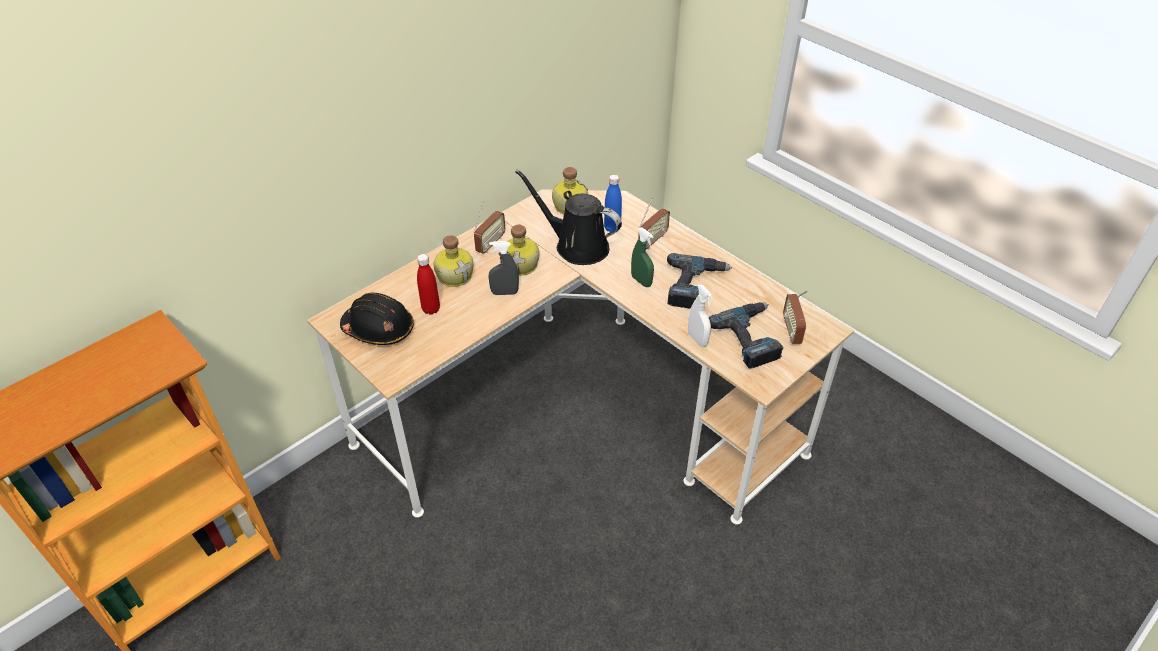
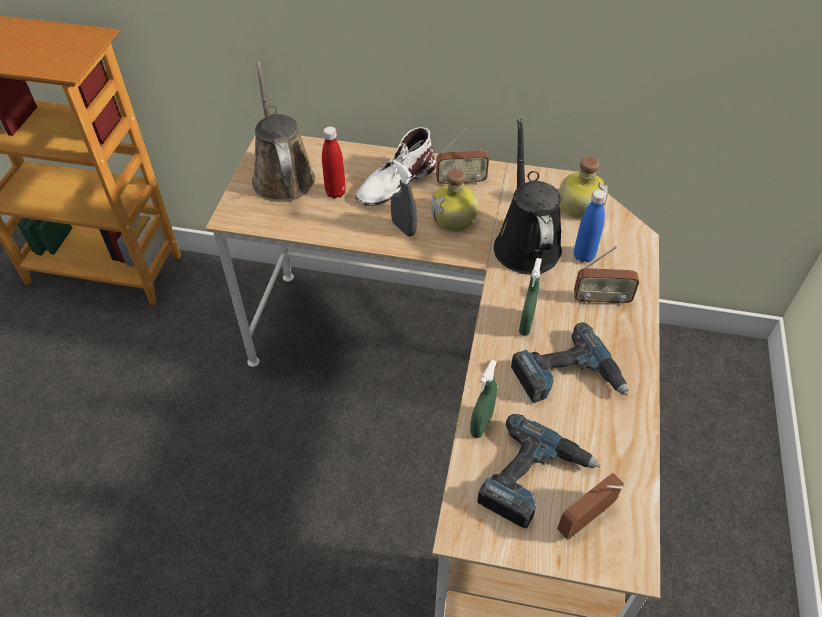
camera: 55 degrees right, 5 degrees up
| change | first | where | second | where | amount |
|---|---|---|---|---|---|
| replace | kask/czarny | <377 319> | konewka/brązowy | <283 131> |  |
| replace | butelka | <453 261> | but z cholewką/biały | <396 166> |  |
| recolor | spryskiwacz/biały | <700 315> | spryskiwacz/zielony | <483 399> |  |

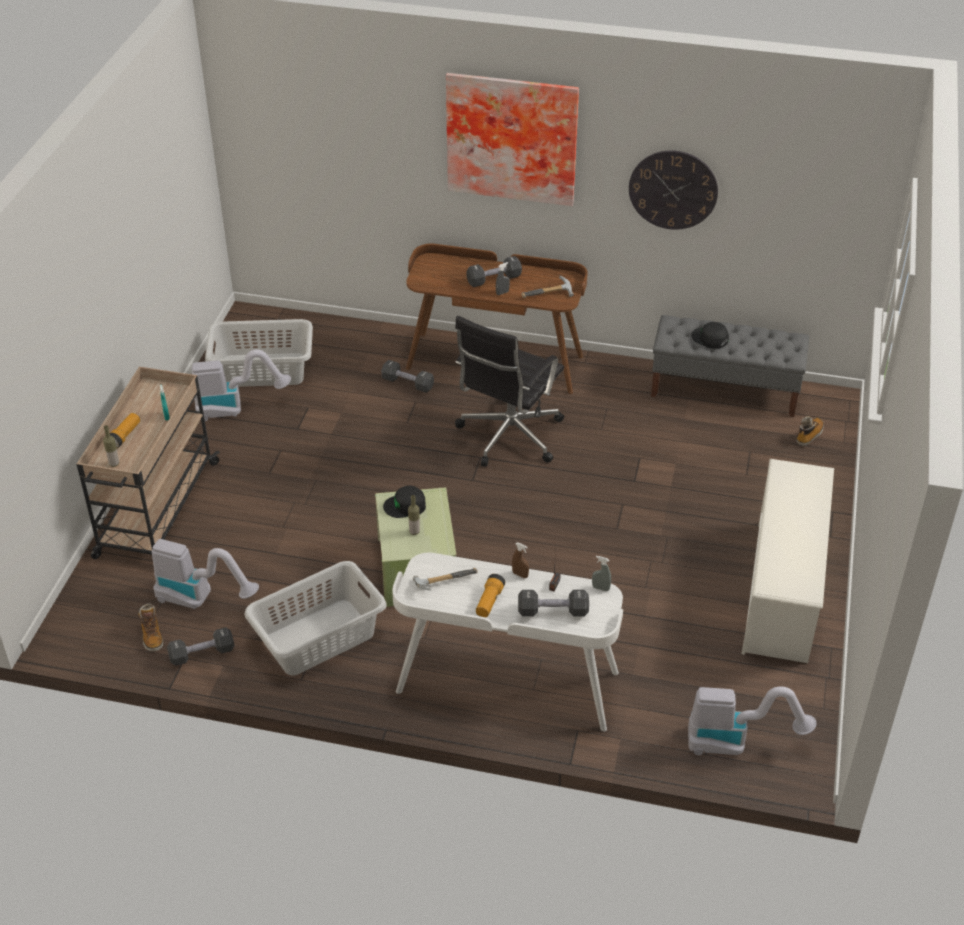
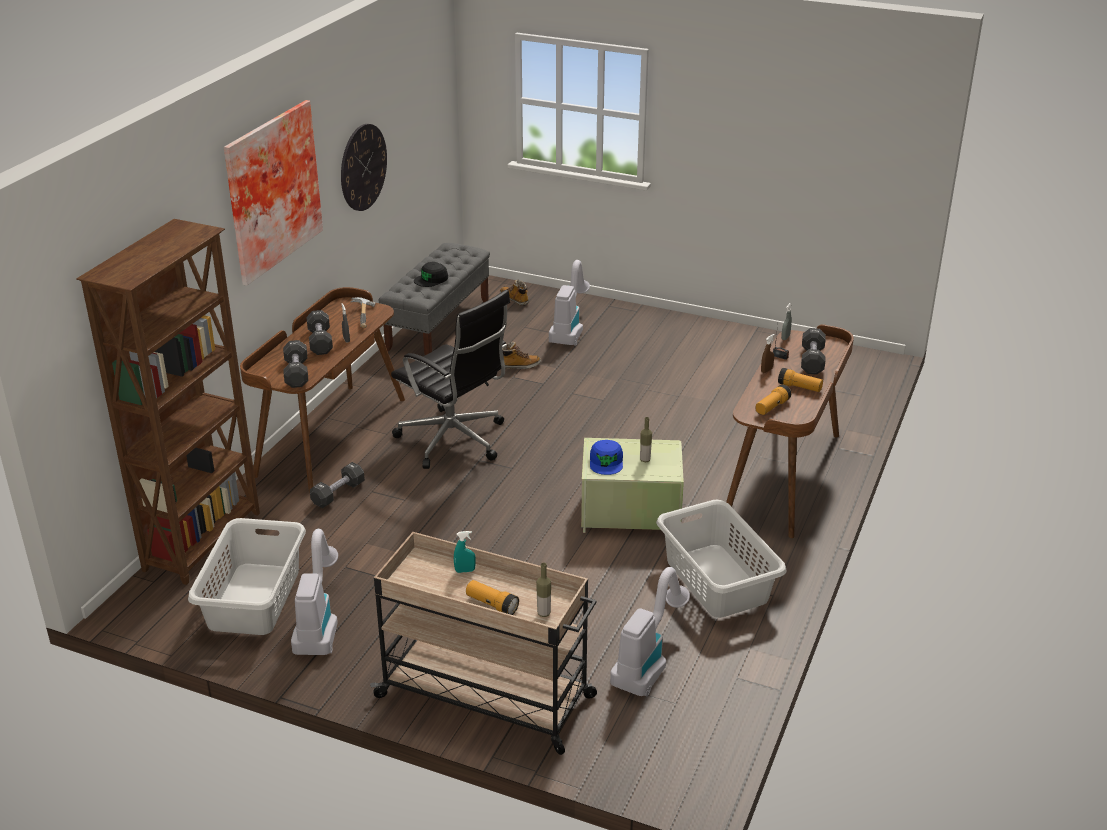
camera: 80 degrees left, 10 degrees down
| change | first | where | second | where | amount |
|---|---|---|---|---|---|
| delete | regał na buty/biały | <788 561> |  |  |  |
| insert |  |  | regał/brązowy | <168 402> |  |
| move | but z cholewką | <150 627> |  | <521 355> |  |
| move | hantel/czarny | <200 646> |  | <295 364> |  |
| move | odkurzacz | <752 721> |  | <569 303> |  |
| replace | młotek | <445 579> | latarka | <773 400> |  |
| recolor | czapka z daszkiem/czarny | <404 502> | czapka z daszkiem/niebieski | <606 457> |  |
| recolor | biurko/biały | <507 642> | biurko/brązowy | <790 431> |  |

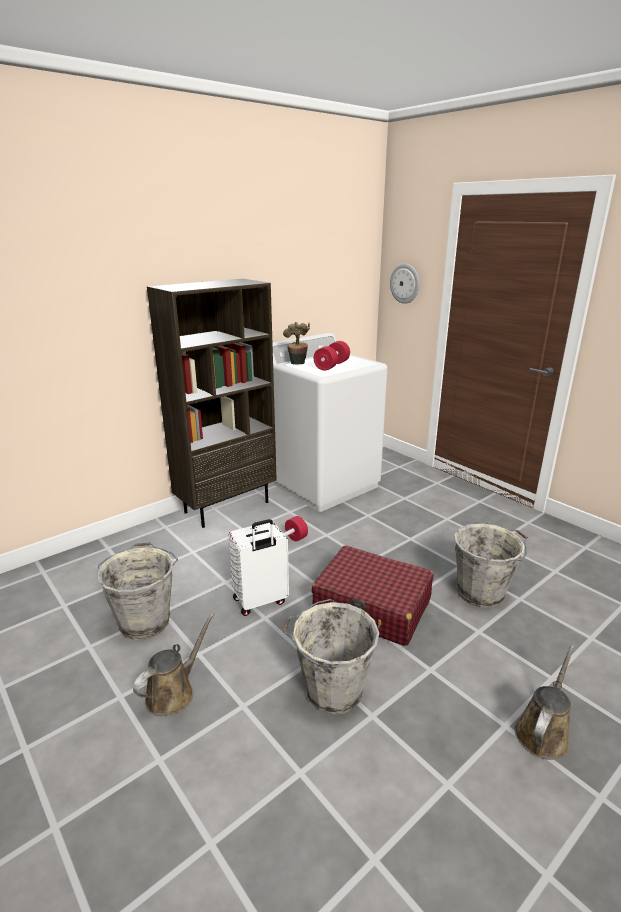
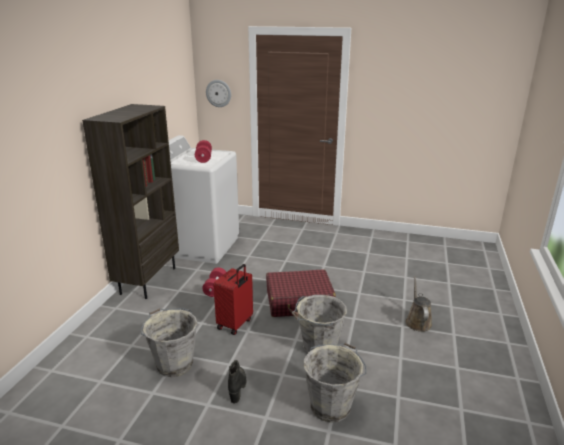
camera: 35 degrees left, 0 degrees up
| change | first | where | second | where | amount |
|---|---|---|---|---|---|
| delete | roślina doniczkowa | <296 343> |  |  |  |
| move | wiadro/szary | <491 565> |  | <335 383> |  |
| replace | konewka/brązowy | <174 664> | but z cholewką/czarny | <237 381> |  |
| recolor | walizka/biały | <259 567> | walizka/czerwony | <233 299> |  |

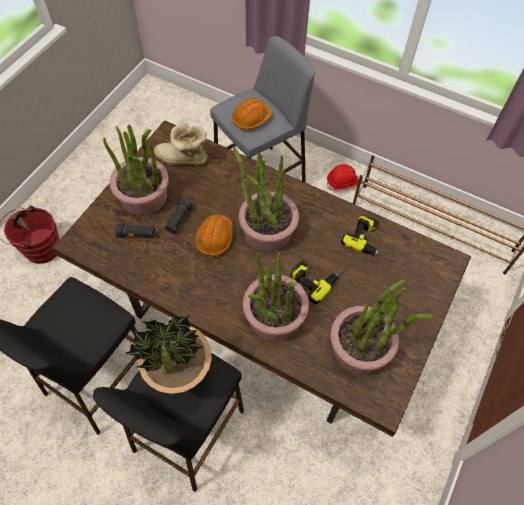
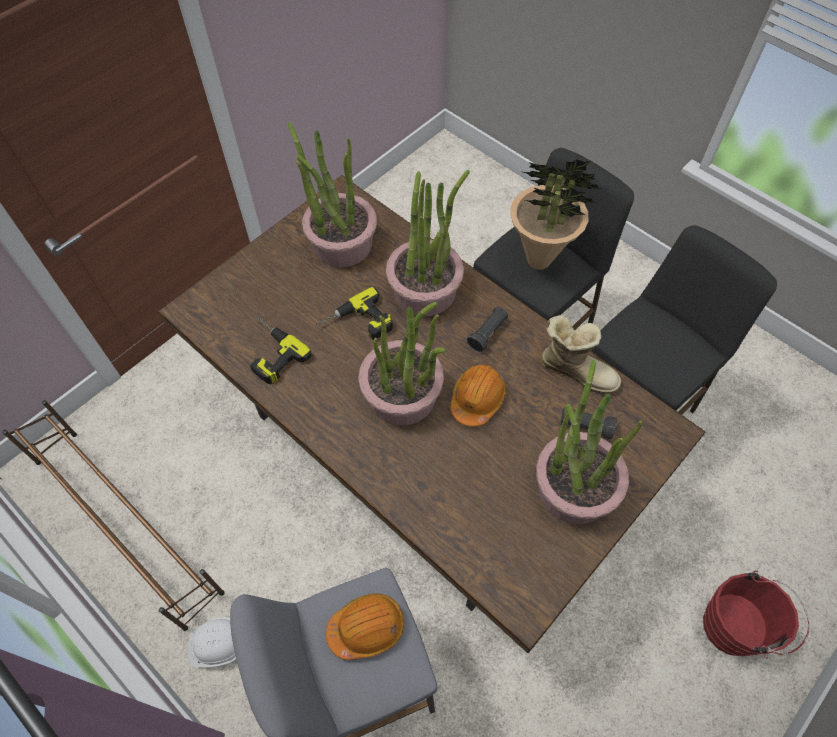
camera: 165 degrees left, 0 degrees up
| change | first | where | second | where | amount |
|---|---|---|---|---|---|
| move | but z cholewką | <180 143> |  | <581 354> |  |
| move | latarka/czarny | <179 215> |  | <487 329> |  |
| recolor | kask/czerwony | <343 177> | kask/biały | <212 642> |  |

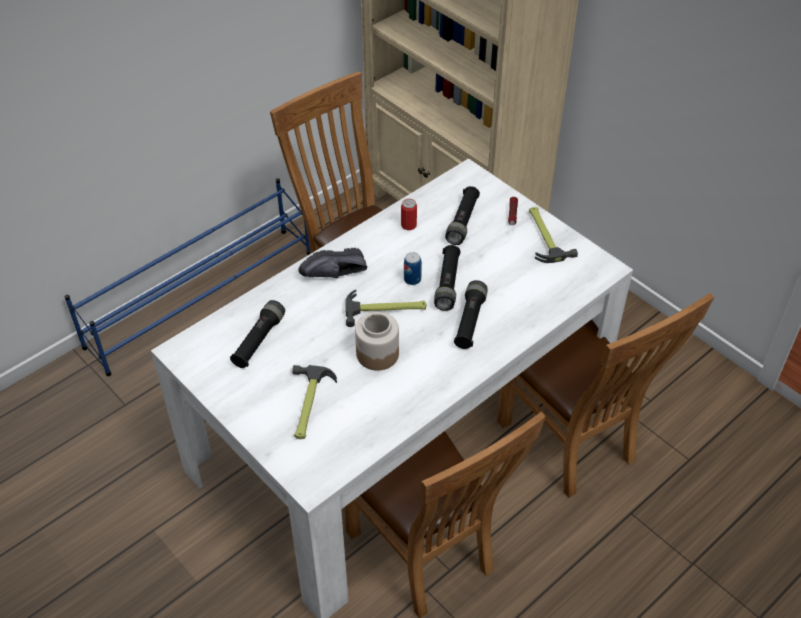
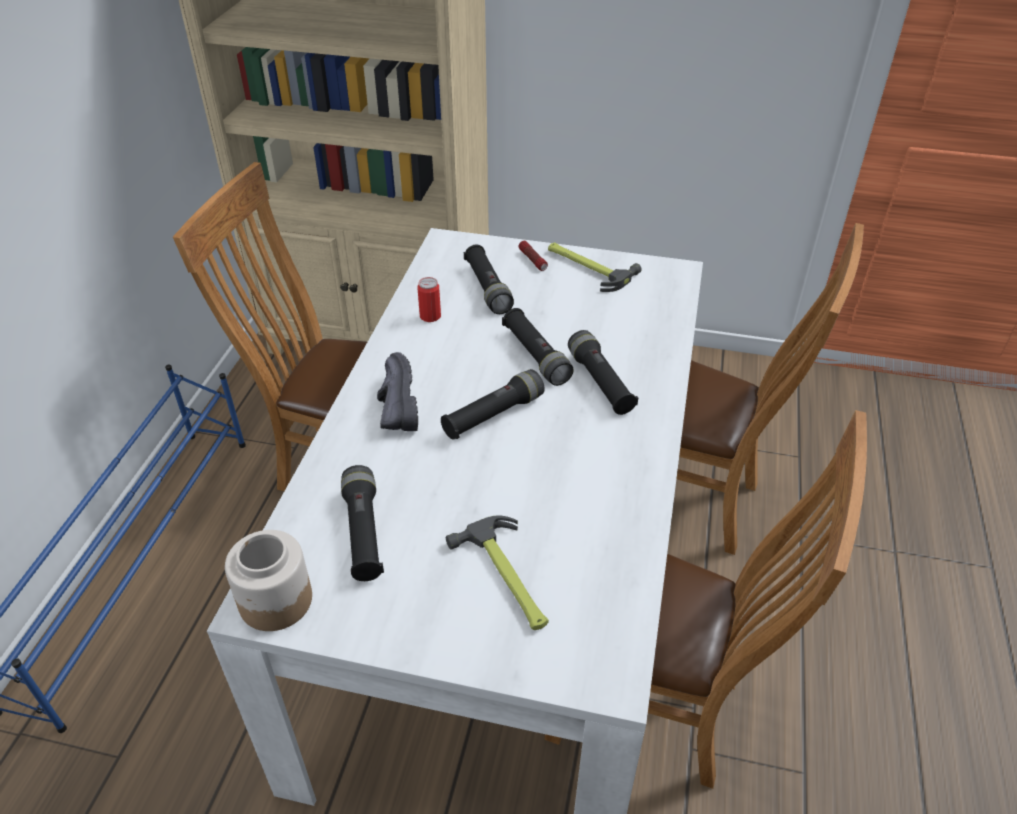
camera: 35 degrees left, 5 degrees down
| change | first | where | second | where | amount |
|---|---|---|---|---|---|
| delete | puszka | <413 268> |  |  |  |
| move | słoik | <377 341> |  | <268 580> |  |
| replace | młotek | <386 308> | latarka/czarny | <493 404> |  |
| rotate | but/czarny | <333 263> |  | <397 391> | 135 degrees clockwise |

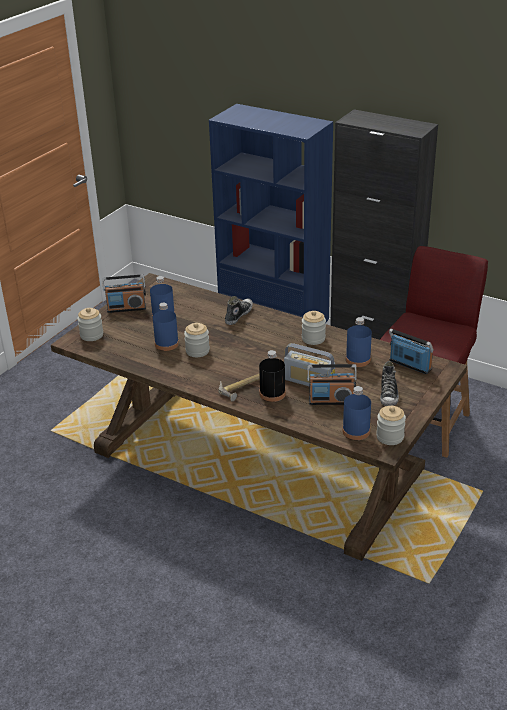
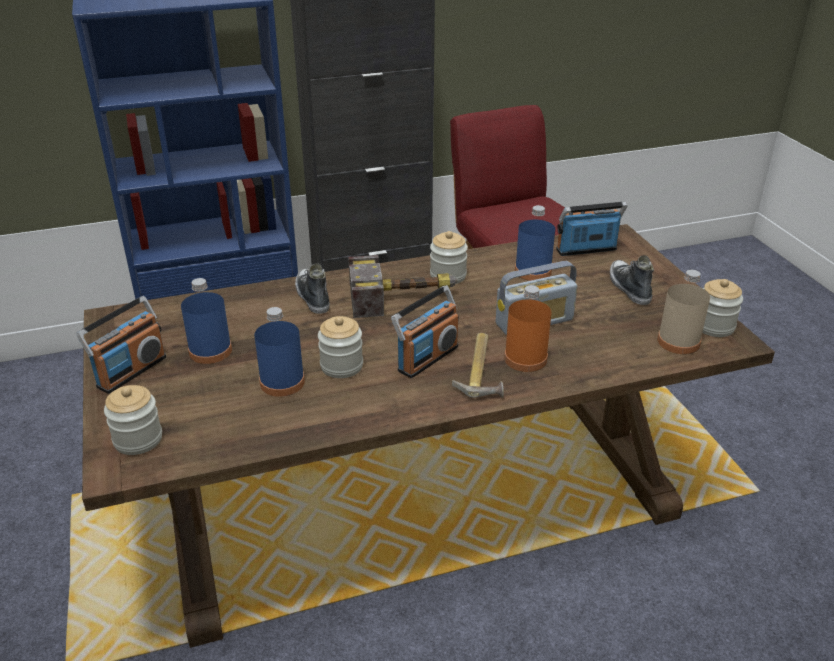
camera: 50 degrees left, 0 degrees up
| change | first | where | second | where | amount |
|---|---|---|---|---|---|
| insert |  |  | młotek | <403 286> |  |
| move | radio | <332 384> |  | <425 331> |  |
| recolor | butelka/czarny | <272 376> | butelka/pomarańczowy | <527 328> |  |
| recolor | butelka/niebieski | <356 413> | butelka/beżowy | <683 312> |  |
| rotate | but | <389 383> |  | <632 280> | 150 degrees counterclockwise |

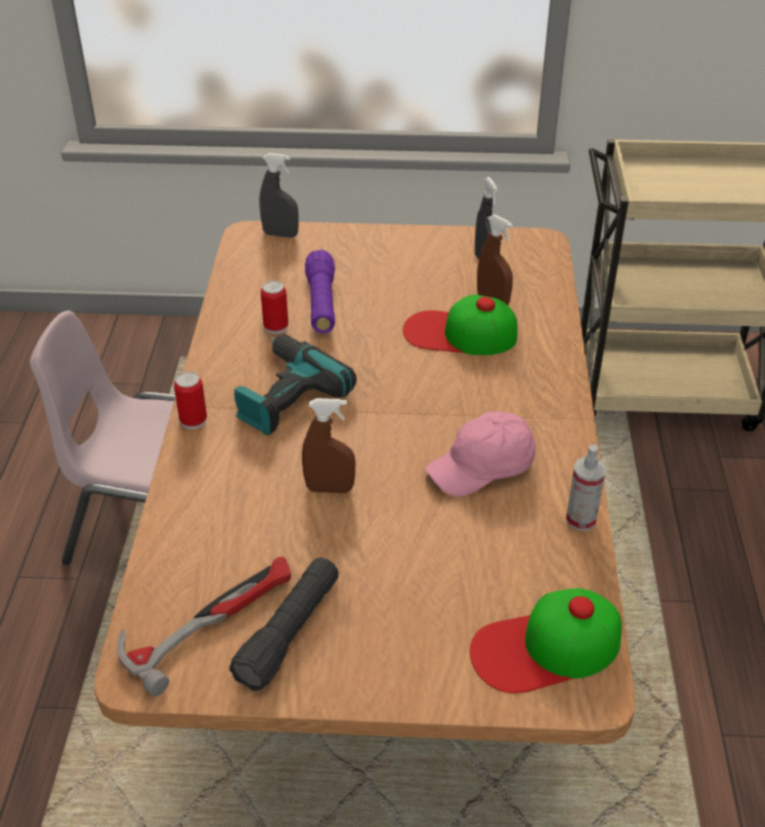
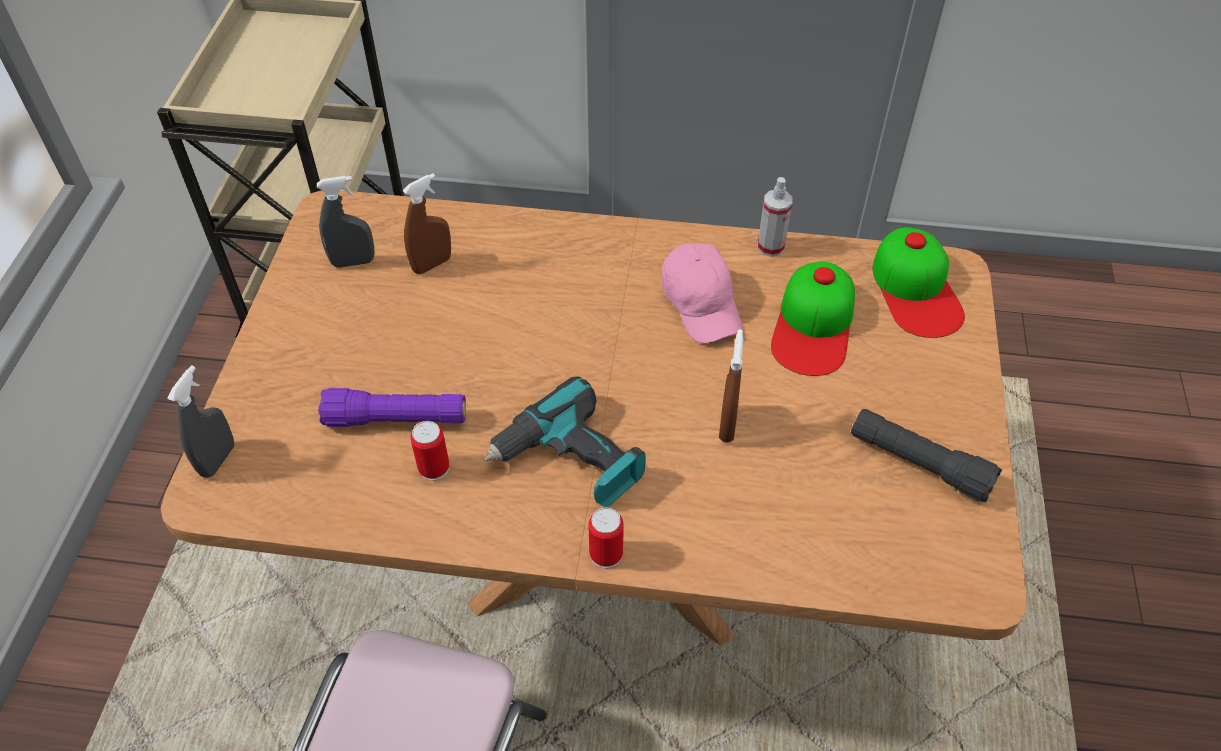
camera: 85 degrees left, 10 degrees up
| change | first | where | second | where | amount |
|---|---|---|---|---|---|
| delete | młotek | <204 626> |  |  |  |
| move | czapka z daszkiem | <460 324> |  | <813 319> |  |

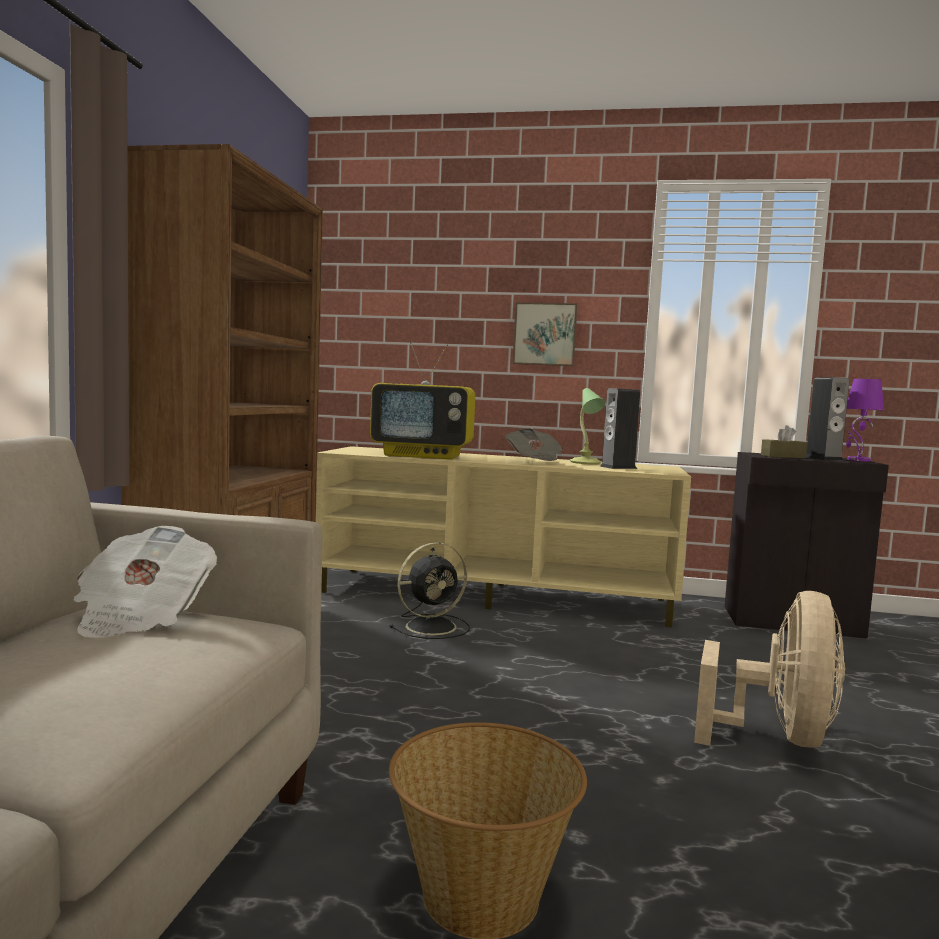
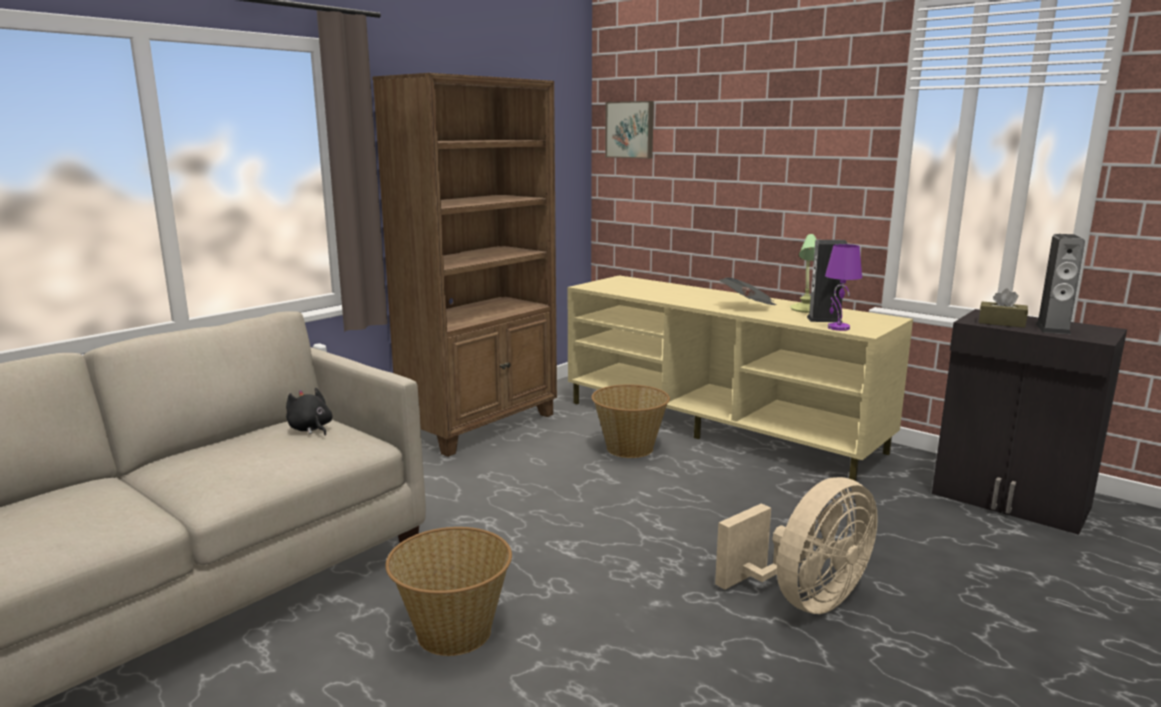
camera: 30 degrees right, 10 degrees up
| change | first | where | second | where | amount |
|---|---|---|---|---|---|
| delete | telewizor | <422 400> |  |  |  |
| move | obraz | <544 334> |  | <629 130> |  |
| move | lampa stołowa/fioletowy | <865 420> |  | <843 287> |  |
| replace | gazeta | <145 582> | pluszak/czarny | <309 412> |  |
| replace | wentylator/czarny | <429 590> | koszyk | <630 421> |  |

